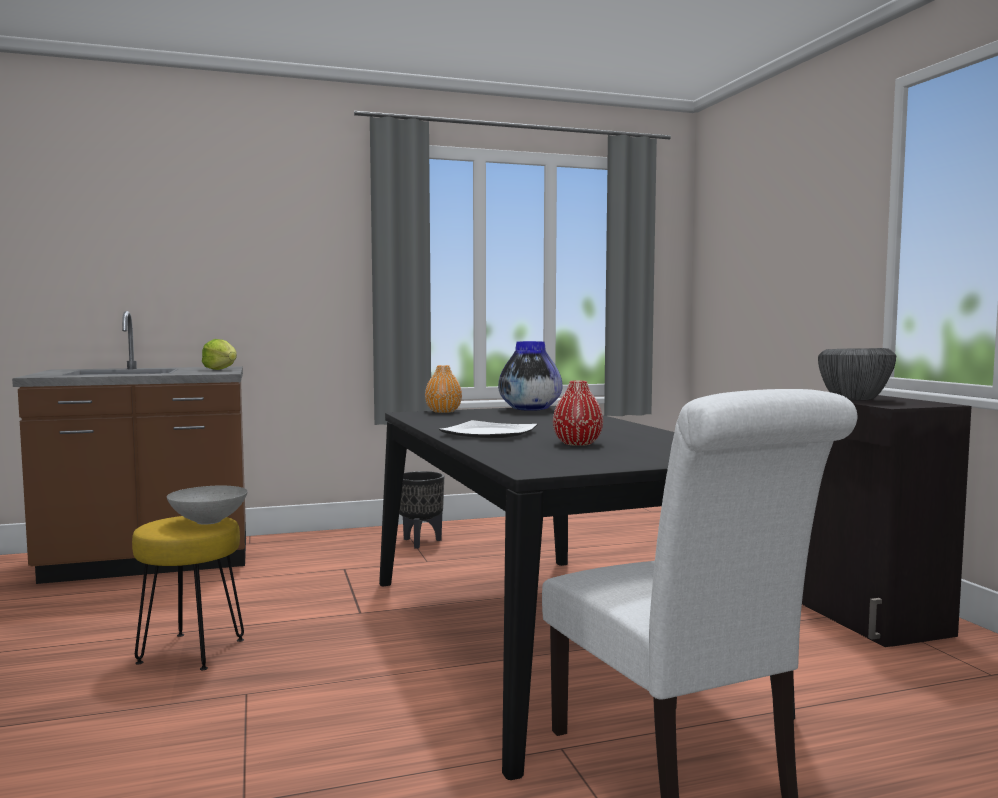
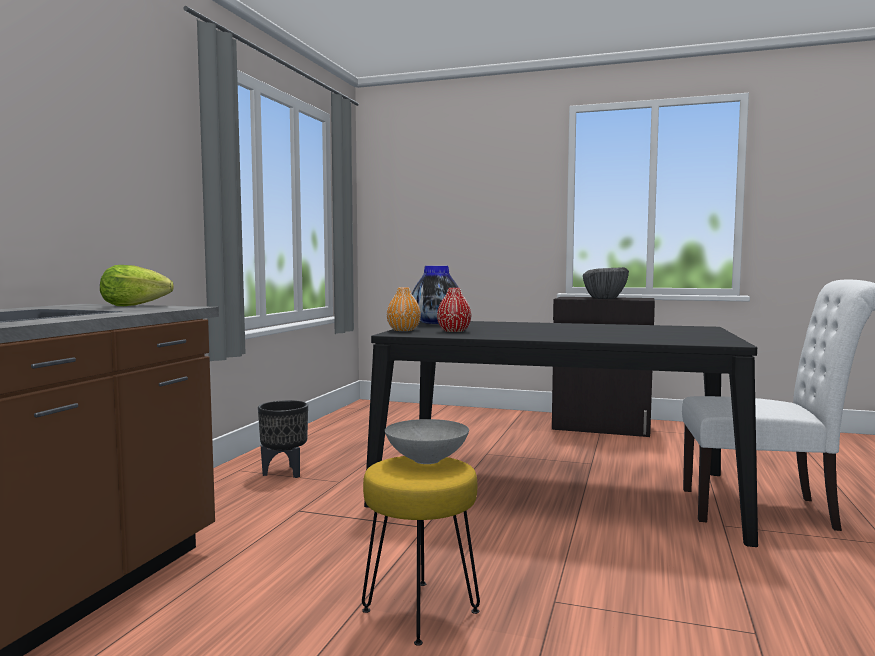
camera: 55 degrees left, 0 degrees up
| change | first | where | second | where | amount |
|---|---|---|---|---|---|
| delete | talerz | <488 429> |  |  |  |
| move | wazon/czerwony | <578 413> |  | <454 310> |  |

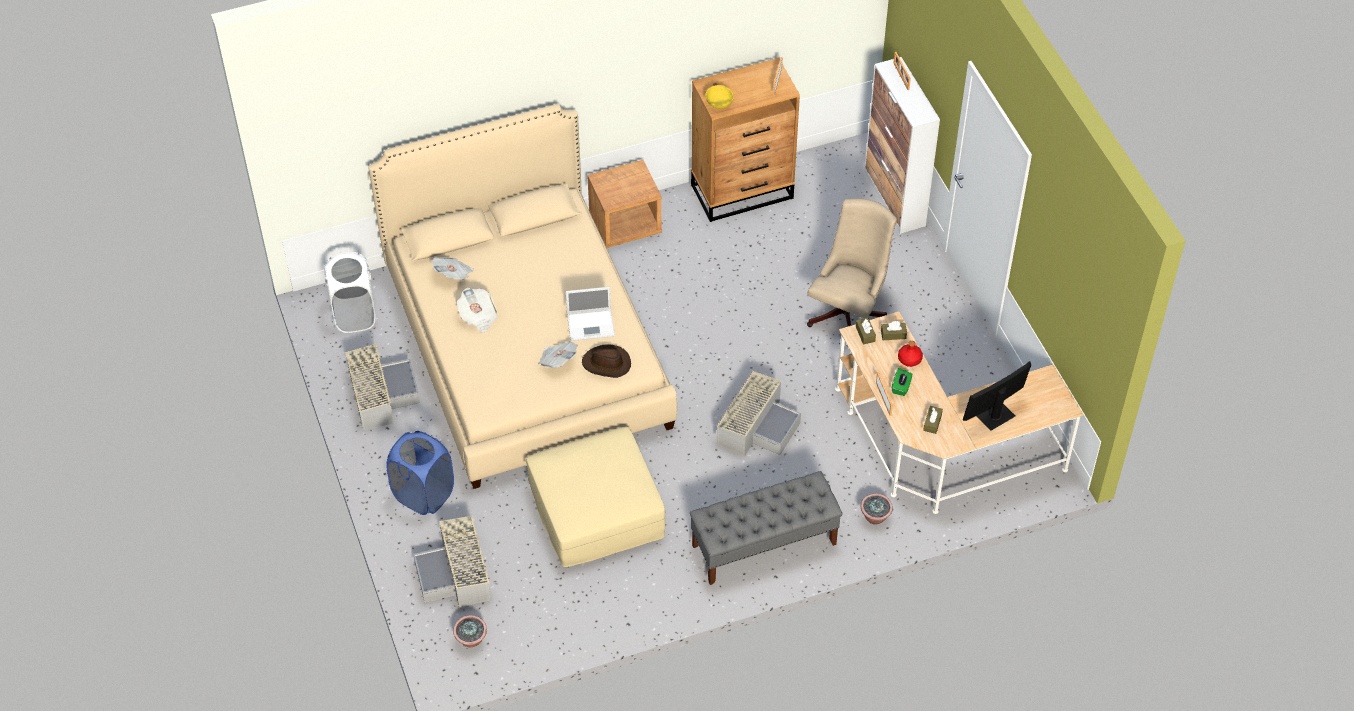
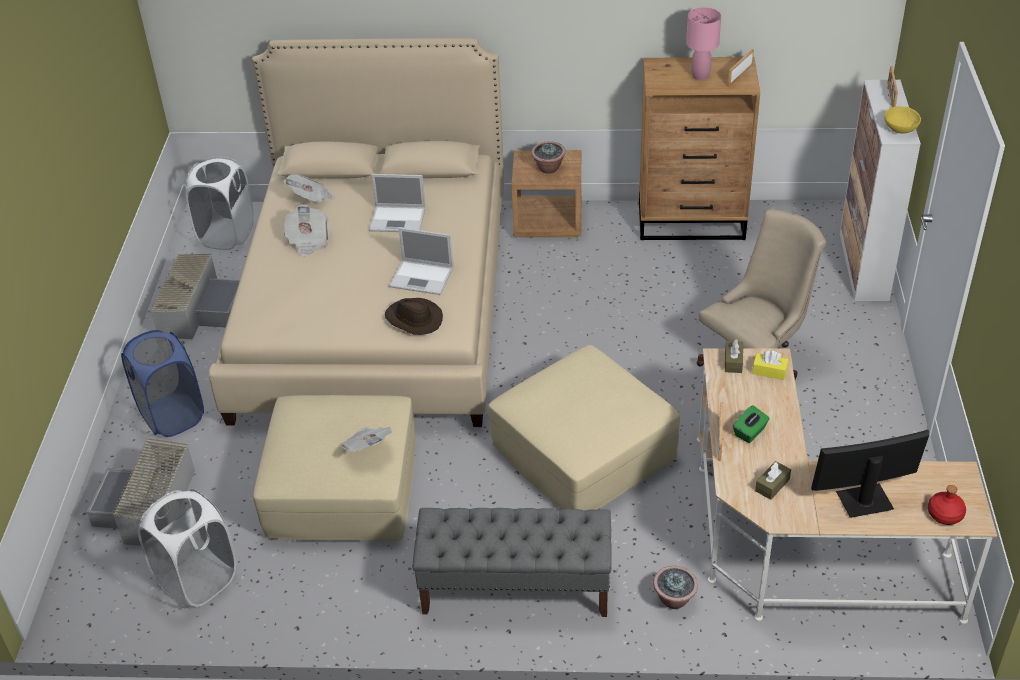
camera: 25 degrees right, 10 degrees down
| change | first | where | second | where | amount |
|---|---|---|---|---|---|
| insert |  |  | kosz na pranie/biały | <187 548> |  |
| insert |  |  | laptop | <397 203> |  |
| insert |  |  | lampa stołowa/różowy | <703 43> |  |
| move | roślina doniczkowa | <470 631> |  | <548 157> |  |
| move | gazeta | <558 354> |  | <366 439> |  |
| move | miska/żółty | <719 97> |  | <902 120> |  |
| move | butelka/czerwony | <910 354> |  | <947 505> |  |
| replace | pojemnik do przechowywania/szary | <758 413> | pufa/beżowy | <584 428> |  |
| recolor | pudełko chusteczek/brązowy | <894 330> | pudełko chusteczek/żółty | <770 365> |  |

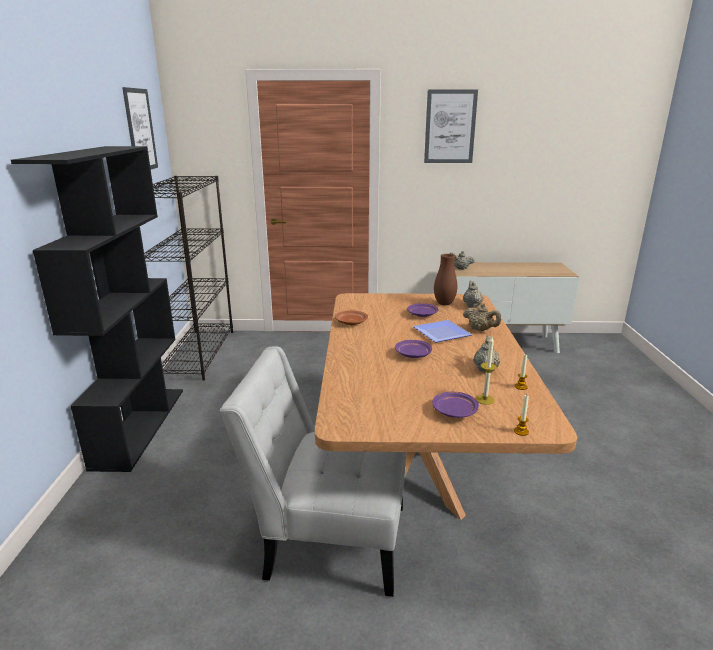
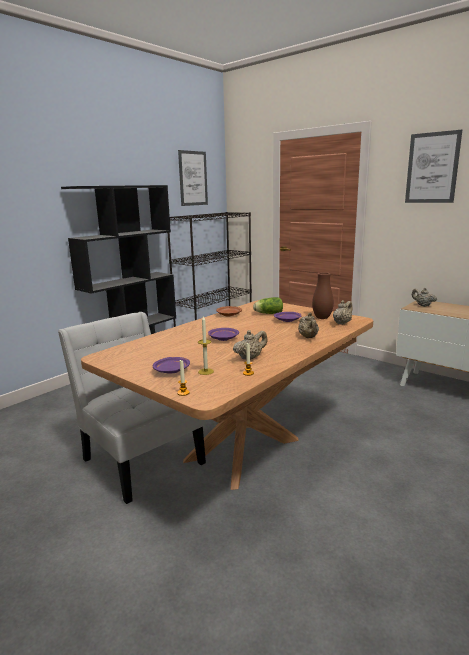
camera: 40 degrees right, 5 degrees down
| change | first | where | second | where | amount |
|---|---|---|---|---|---|
| delete | talerz | <442 331> |  |  |  |
| insert |  |  | sałata | <268 305> |  |

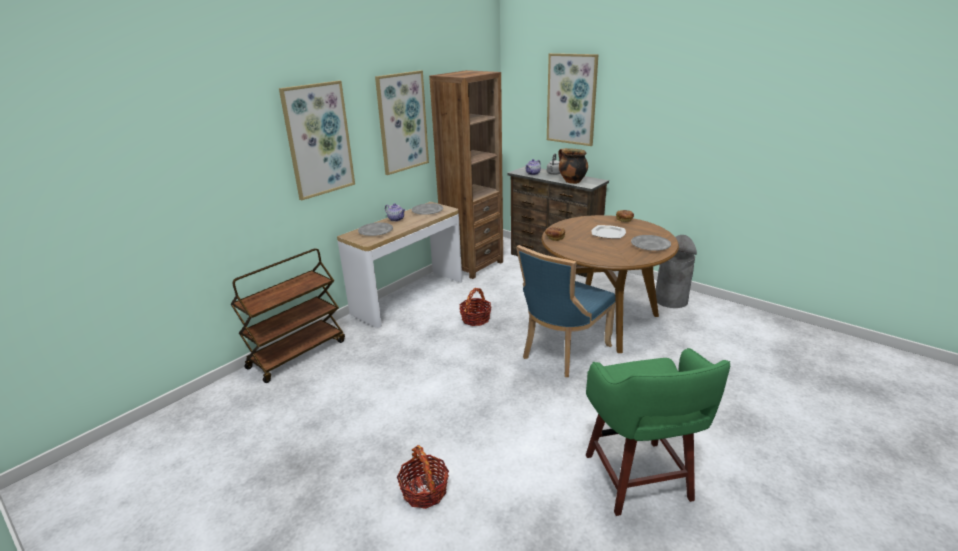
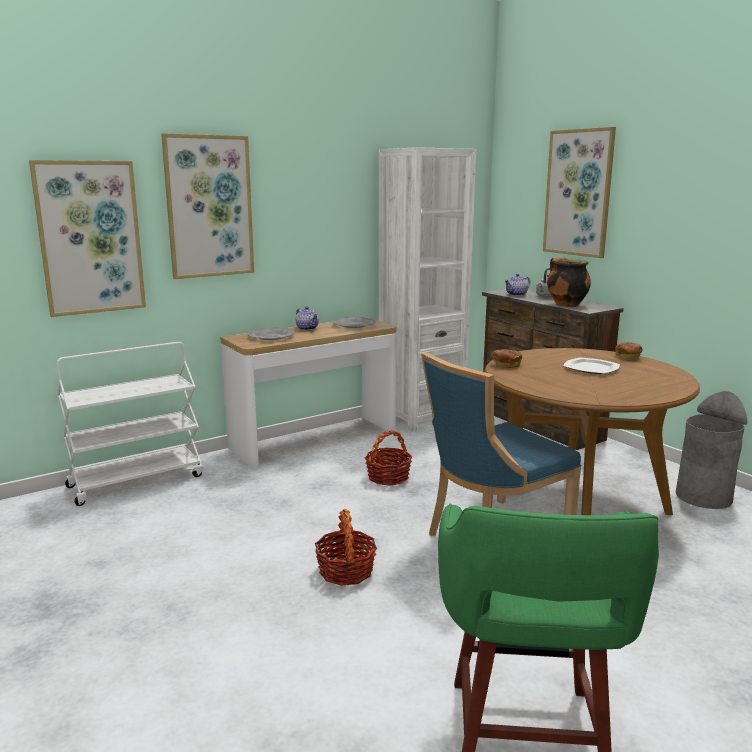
camera: 15 degrees right, 10 degrees down
| change | first | where | second | where | amount |
|---|---|---|---|---|---|
| delete | talerz/szary | <651 243> |  |  |  |
| move | obraz | <402 122> |  | <87 238> |  |
| move | koszyk | <423 477> |  | <346 547> |  |
| recolor | wózek/brązowy | <288 315> | wózek/biały | <130 424> |  |
| recolor | regał/brązowy | <466 174> | regał/biały | <427 289> |  |

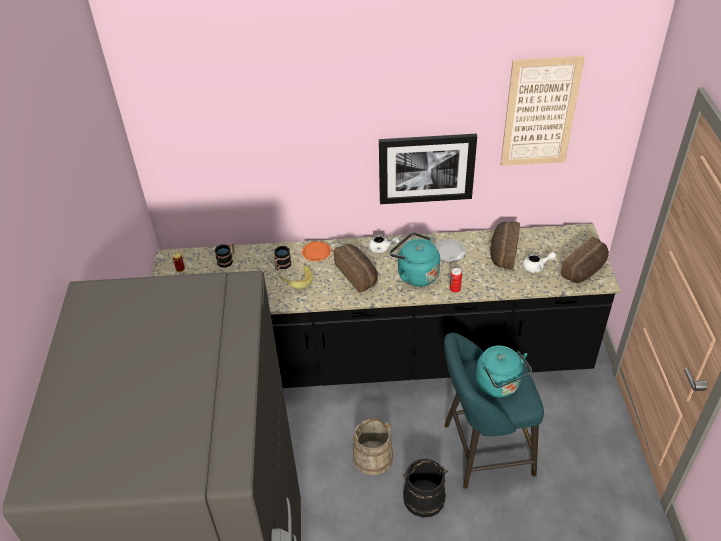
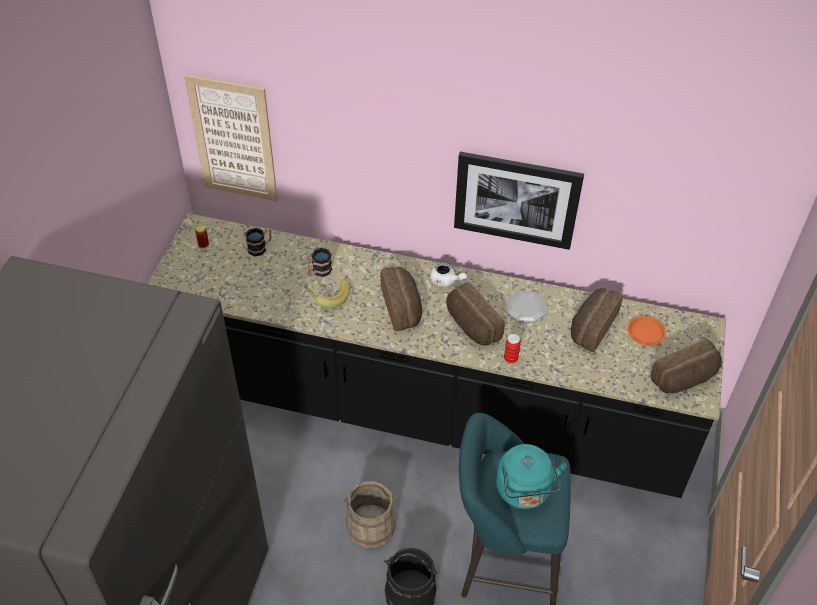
camera: 15 degrees right, 5 degrees up
| change | first | where | second | where | amount |
|---|---|---|---|---|---|
| delete | imbryk/biały | <539 262> |  |  |  |
| move | talerz/pomarańczowy | <316 251> |  | <646 331> |  |
| move | obraz | <543 111> |  | <231 138> |  |
| replace | czajnik/turkusowy | <415 259> | chleb | <475 314> |  |

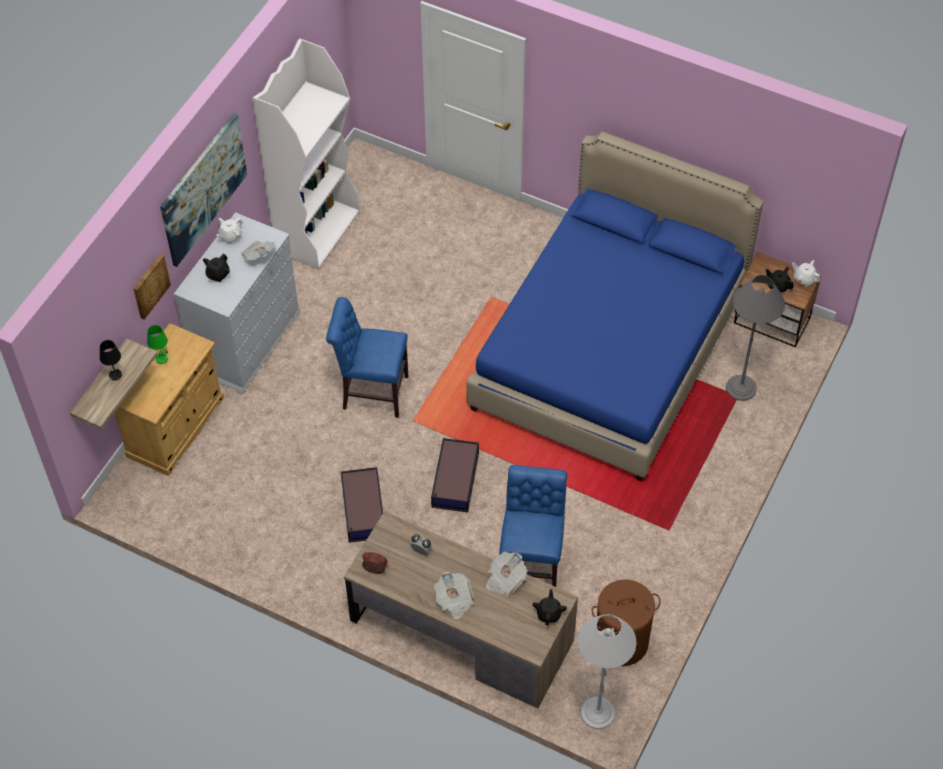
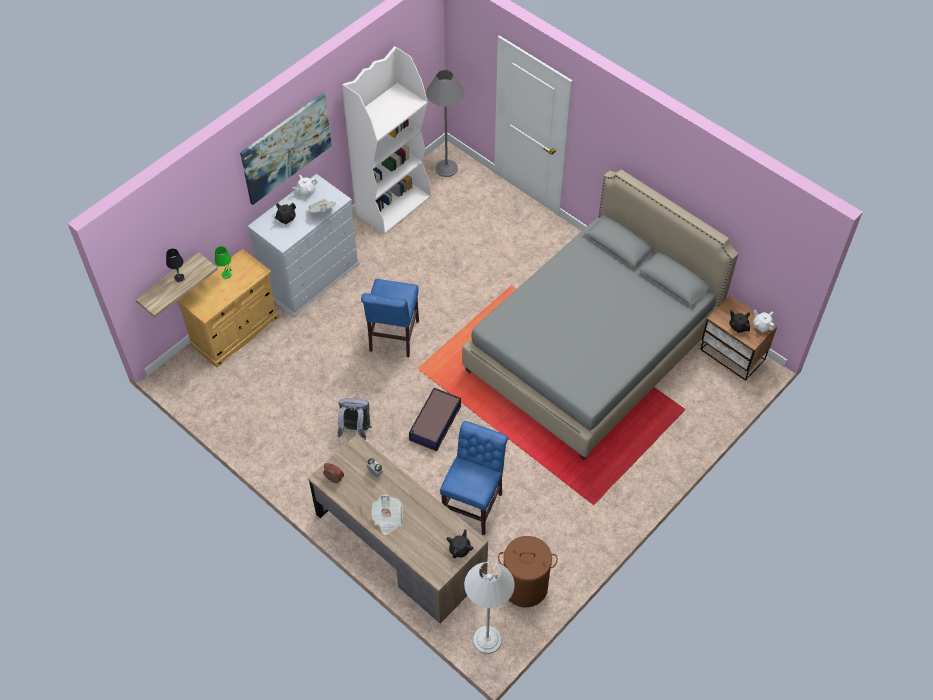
camera: 15 degrees right, 0 degrees up
| change | first | where | second | where | amount |
|---|---|---|---|---|---|
| delete | obraz | <152 287> |  |  |  |
| delete | gazeta | <506 574> |  |  |  |
| move | lampa stojąca/szary | <755 338> |  | <445 123> |  |
| replace | pojemnik do przechowywania | <362 505> | plecak/szary | <354 419> |  |
| recolor | łóżko/niebieski | <615 306> | łóżko/szary | <600 315> |  |
| rotate | krzesło/niebieski | <367 357> |  | <390 318> | 105 degrees counterclockwise |

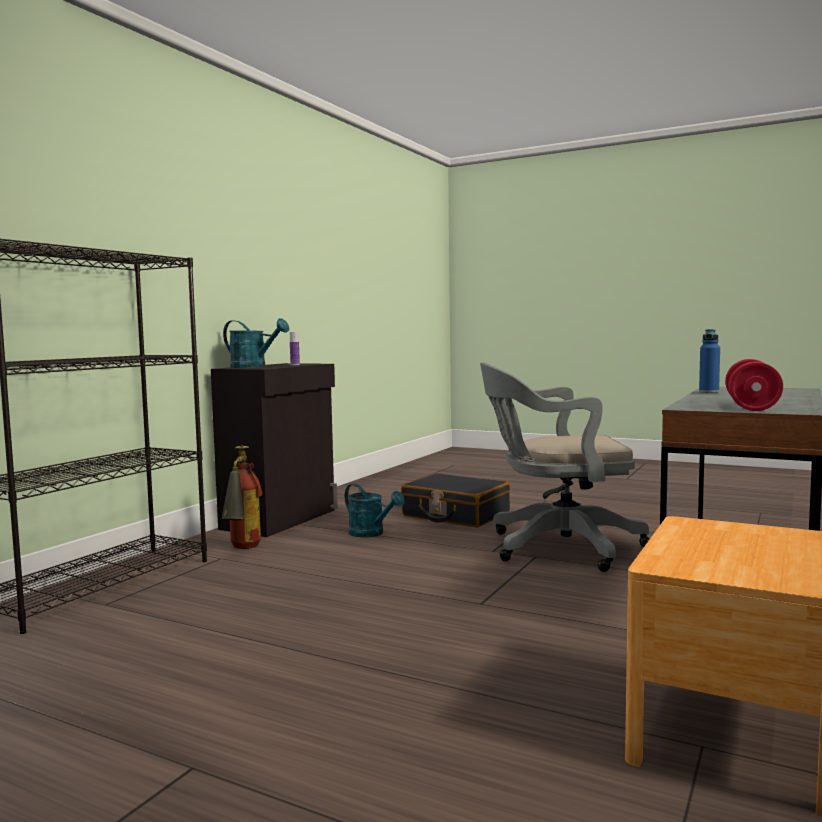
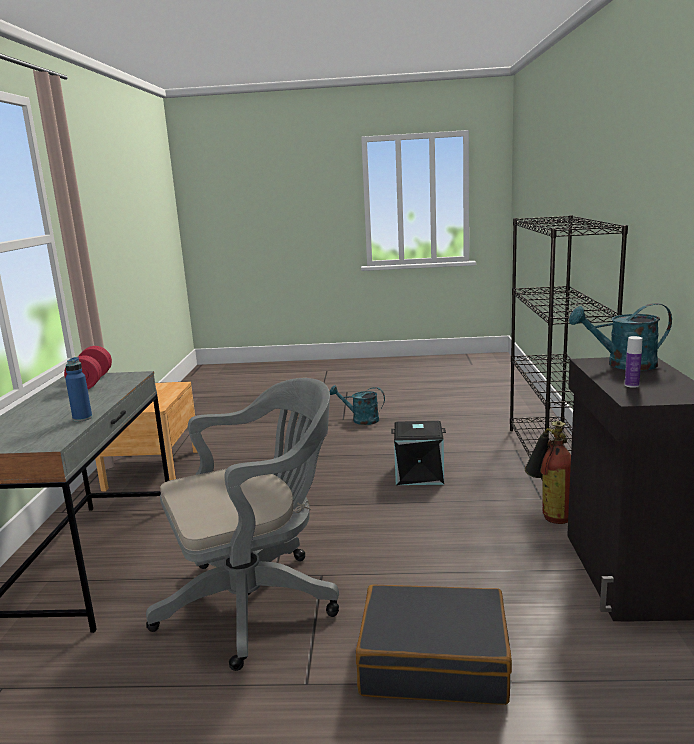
camera: 155 degrees right, 10 degrees up
| change | first | where | second | where | amount |
|---|---|---|---|---|---|
| insert |  |  | pojemnik do przechowywania/czarny | <418 453> |  |
| move | konewka/turkusowy | <374 511> |  | <357 405> |  |

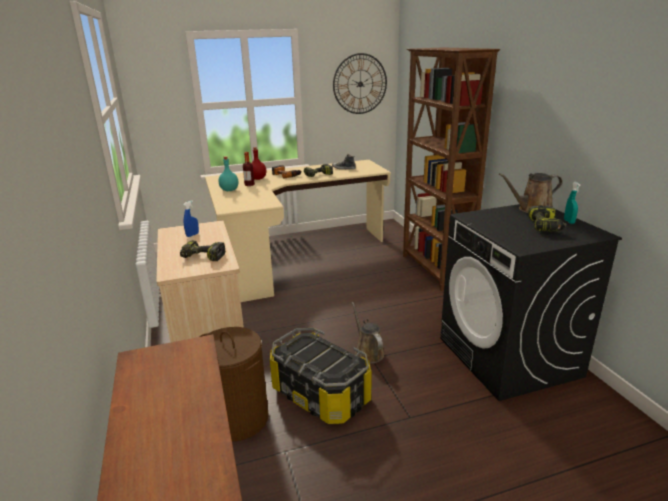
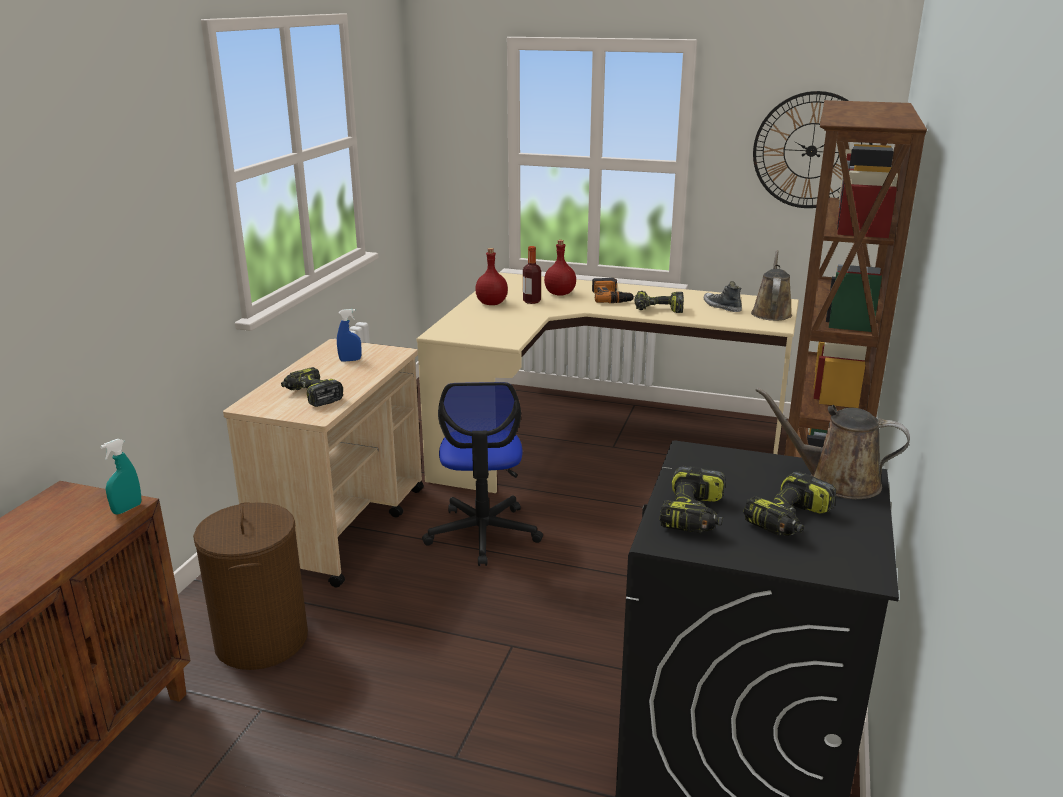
camera: 35 degrees right, 0 degrees up
| change | first | where | second | where | amount |
|---|---|---|---|---|---|
| delete | pojemnik do przechowywania | <321 376> |  |  |  |
| insert |  |  | krzesło biurowe | <482 474> |  |
| insert |  |  | wiertarka | <692 499> |  |
| move | konewka/brązowy | <368 332> |  | <771 285> |  |
| move | spryskiwacz/turkusowy | <572 203> |  | <120 476> |  |
| recolor | butelka/turkusowy | <228 173> | butelka/czerwony | <491 276> |  |

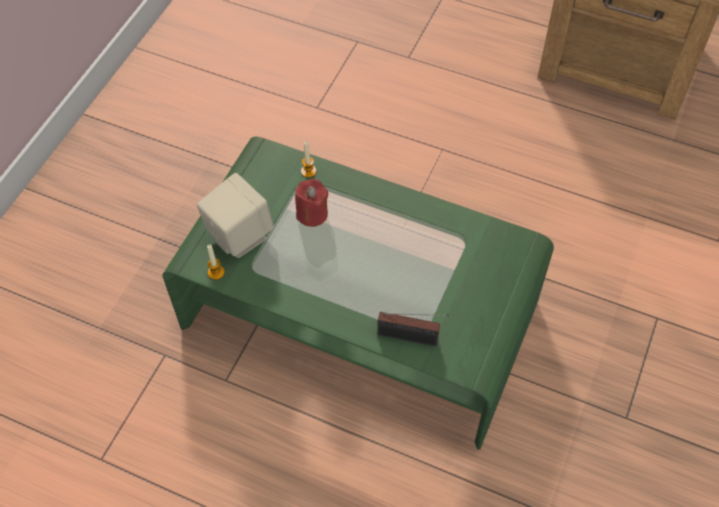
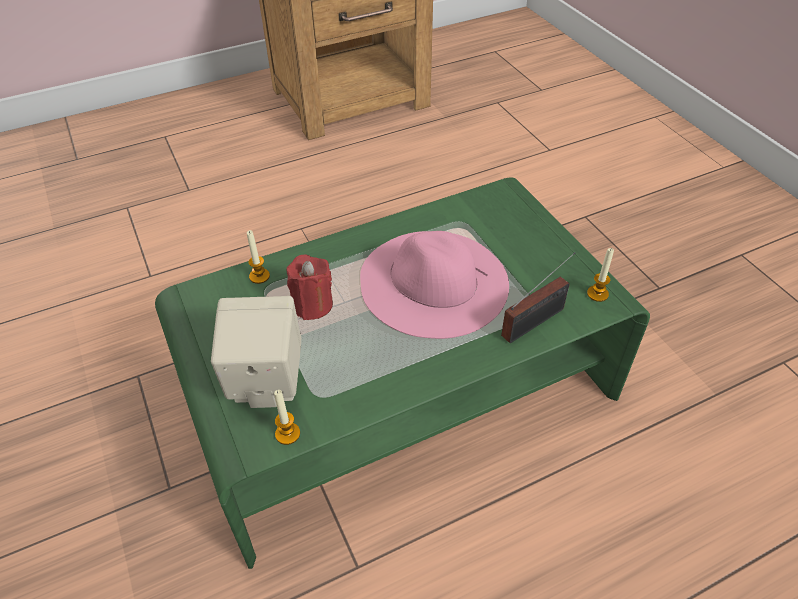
camera: 50 degrees left, 10 degrees down
| change | first | where | second | where | amount |
|---|---|---|---|---|---|
| insert |  |  | kapelusz/różowy | <434 285> |  |
| insert |  |  | świeca | <600 275> |  |

